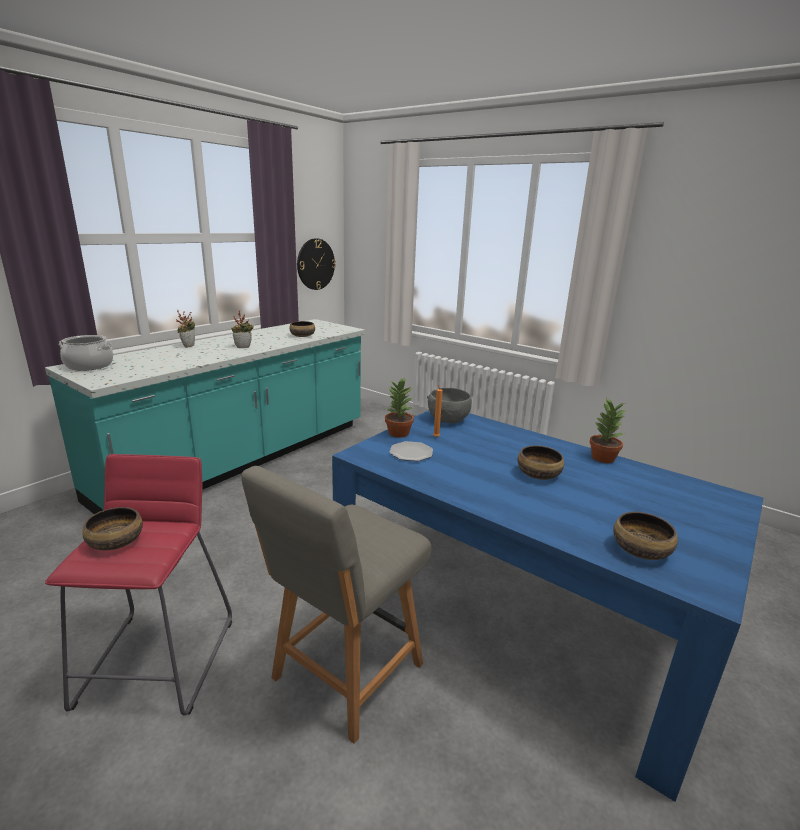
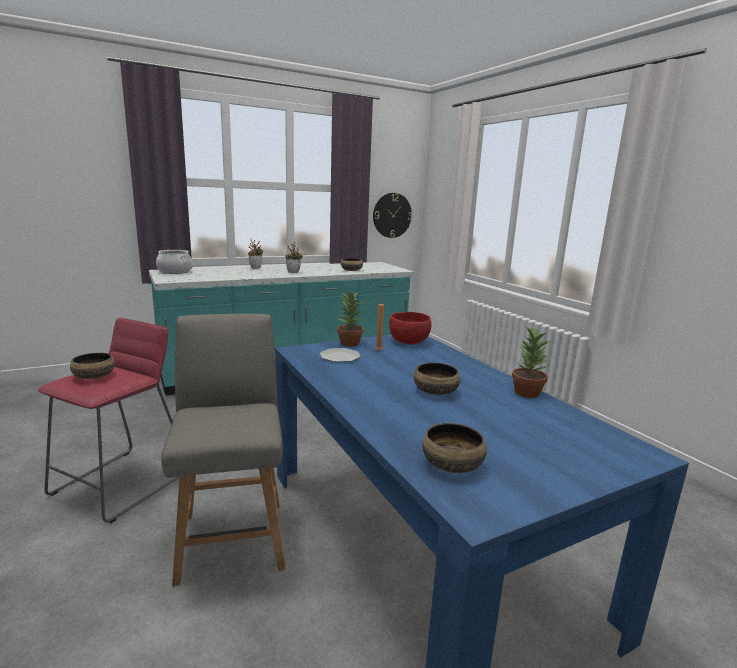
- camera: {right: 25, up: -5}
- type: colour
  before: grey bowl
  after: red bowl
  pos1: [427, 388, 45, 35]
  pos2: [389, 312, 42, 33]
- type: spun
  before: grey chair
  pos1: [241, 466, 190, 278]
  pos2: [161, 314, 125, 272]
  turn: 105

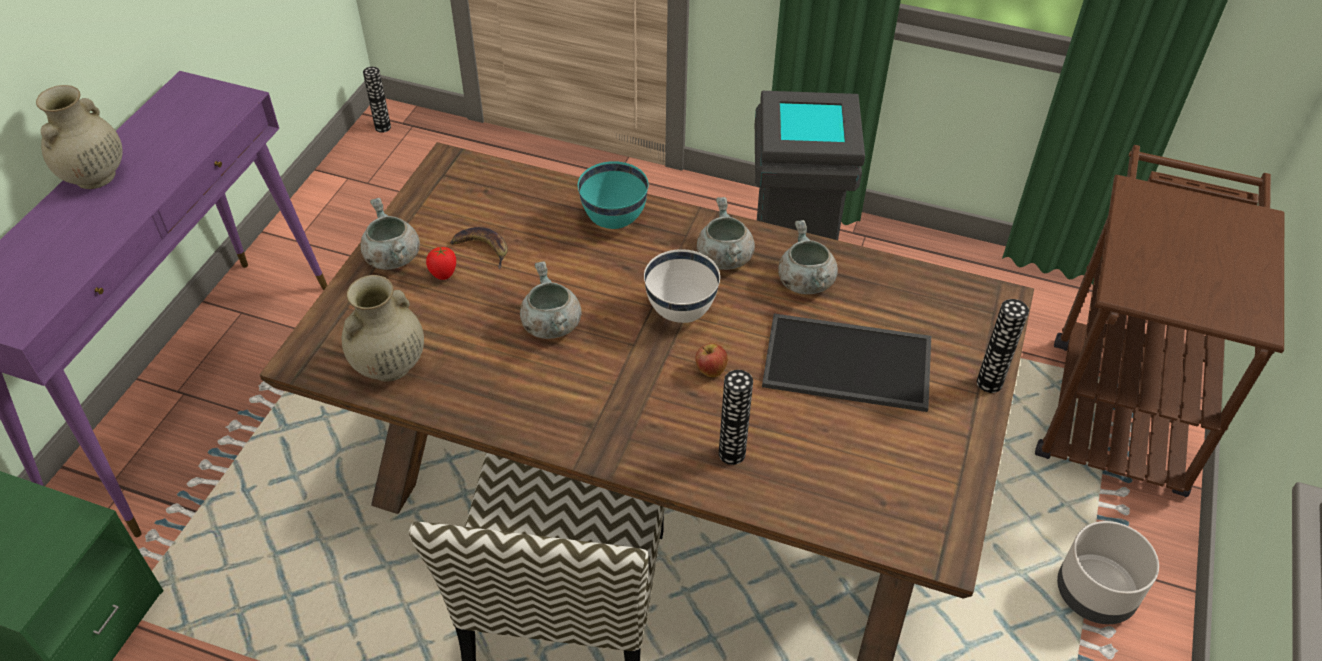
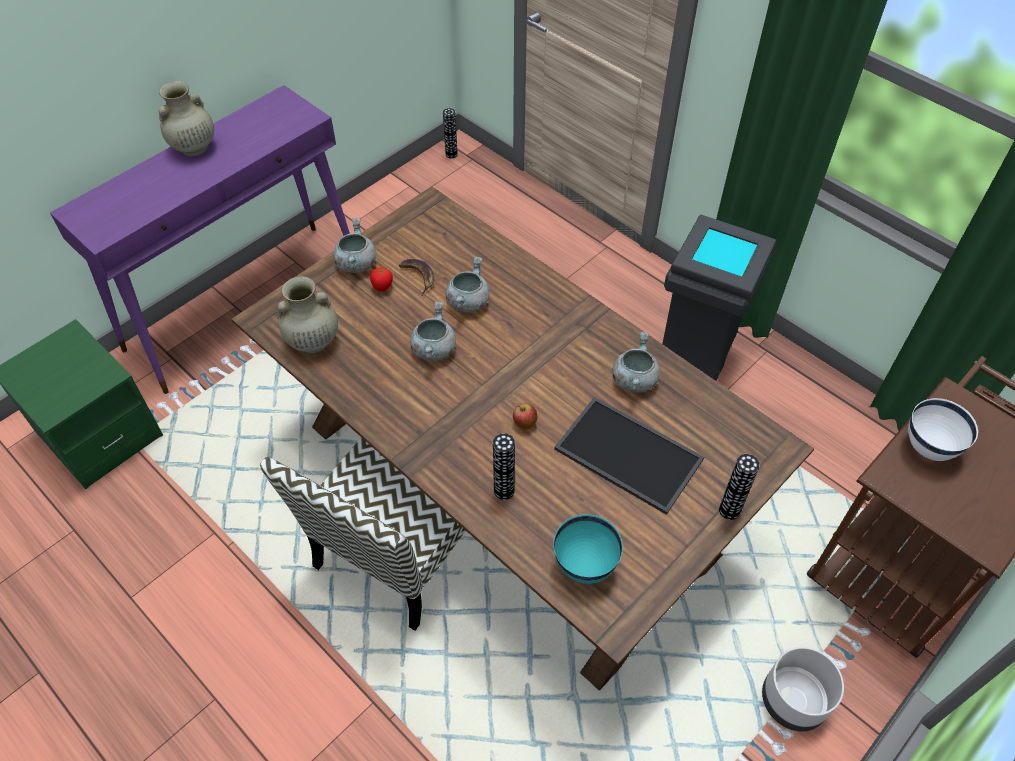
- camera: {right: 25, up: 5}
- type: relocated
  before: turquoise bowl
  pos1: [578, 161, 71, 68]
  pos2: [553, 514, 70, 70]
- type: relocated
  before: grey cooking pot
  pos1: [697, 197, 58, 73]
  pos2: [446, 256, 44, 56]
- type: relocated
  before: white bowl
  pos1: [644, 249, 76, 74]
  pos2: [908, 398, 70, 63]

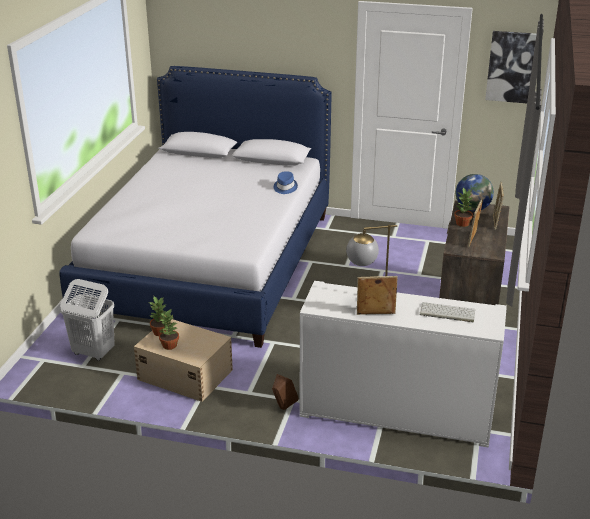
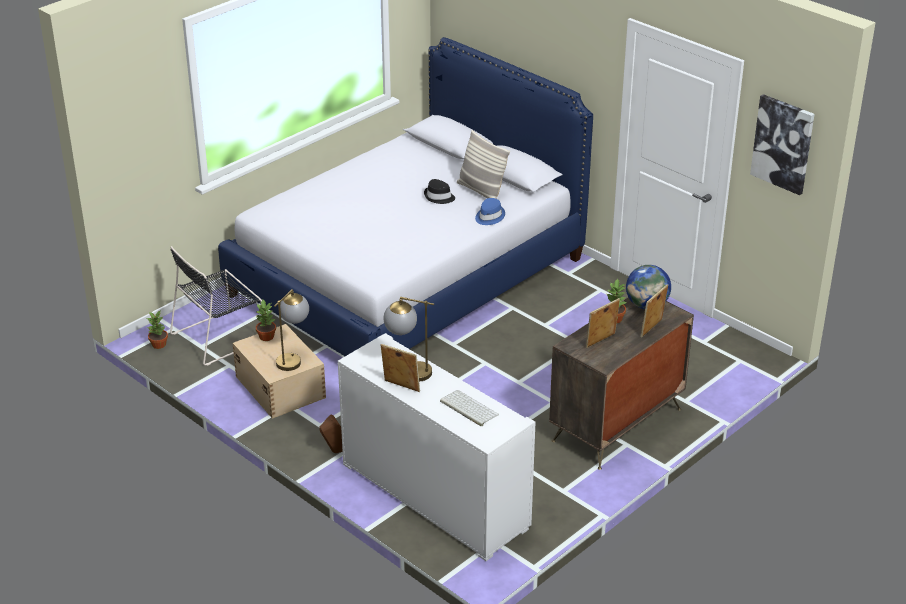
- camera: {right: 30, up: 5}
- type: exchanged
  before: white laundry basket
  after: black chair
  pos1: [60, 279, 55, 82]
  pos2: [170, 246, 92, 120]
- type: relocated
  before: potted plant
  pos1: [159, 308, 20, 42]
  pos2: [148, 311, 20, 38]
- type: appeared
  after: pillow
  pos2: [457, 130, 53, 68]
- type: appeared
  after: black hat
  pos2: [424, 179, 31, 25]
- type: appeared
  after: table lamp
  pos2: [274, 289, 35, 82]

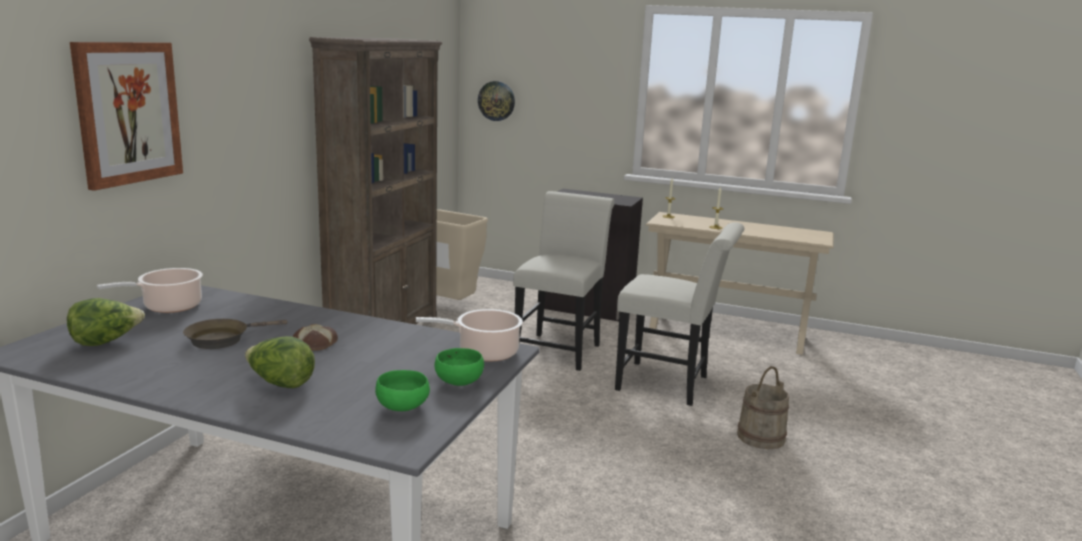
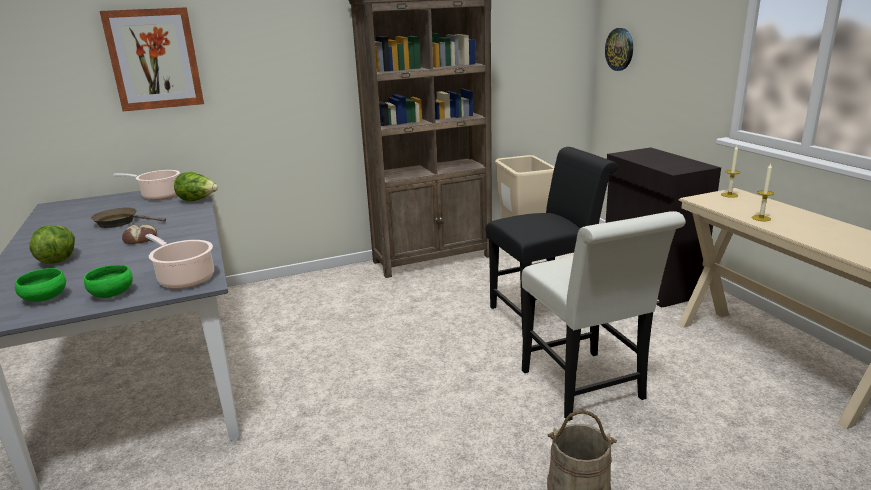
- camera: {right: 50, up: 5}
- type: colour
  before: white chair
  after: black chair
  pos1: [513, 191, 102, 180]
  pos2: [486, 147, 132, 190]
- type: relocated
  before: lettuce
  pos1: [67, 298, 78, 48]
  pos2: [174, 172, 44, 30]

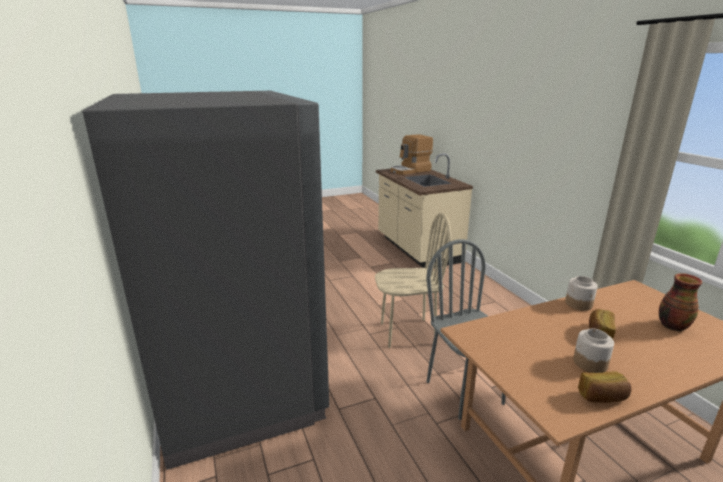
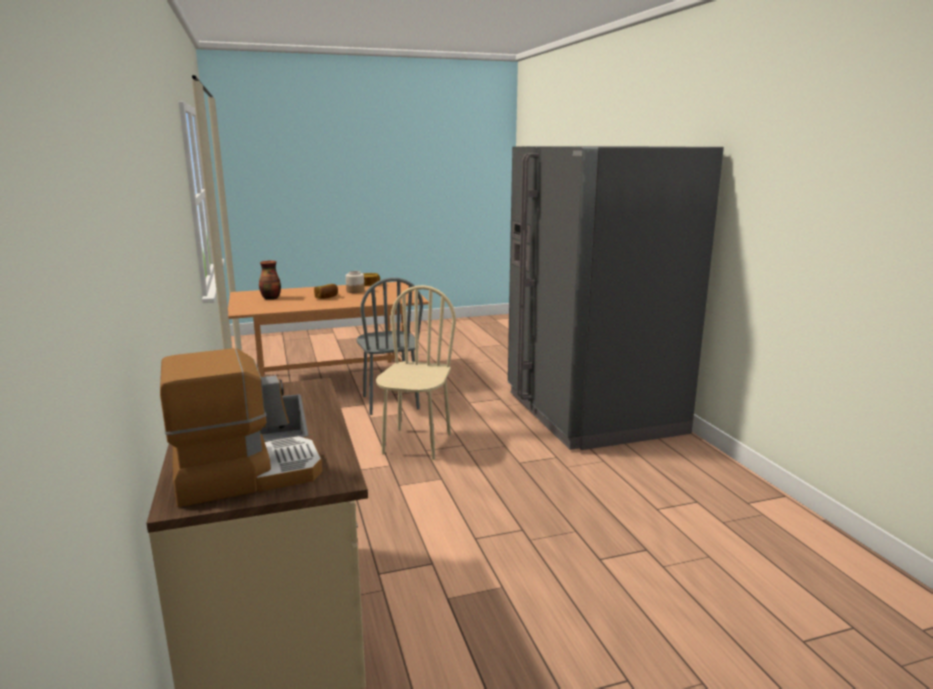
- camera: {right: -175, up: -5}
- type: spun
  before: beige chair
  pos1: [375, 212, 76, 136]
  pos2: [376, 285, 80, 175]
  turn: 105
- type: missing
  before: jar
  pos1: [565, 276, 33, 35]

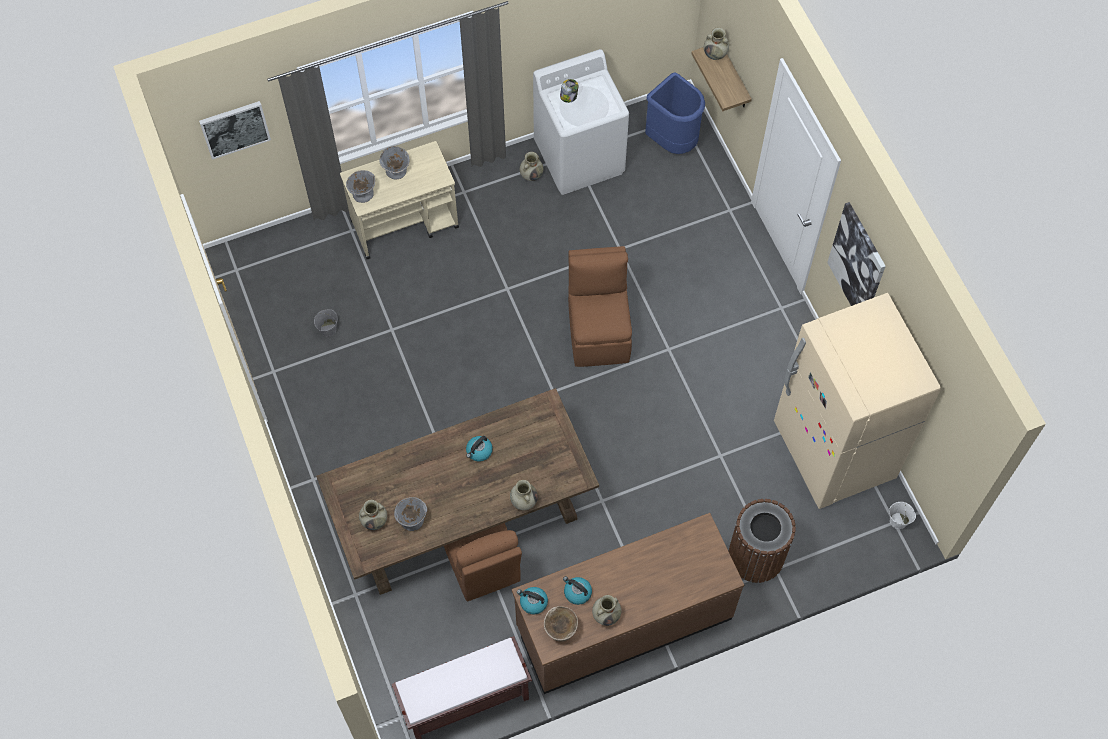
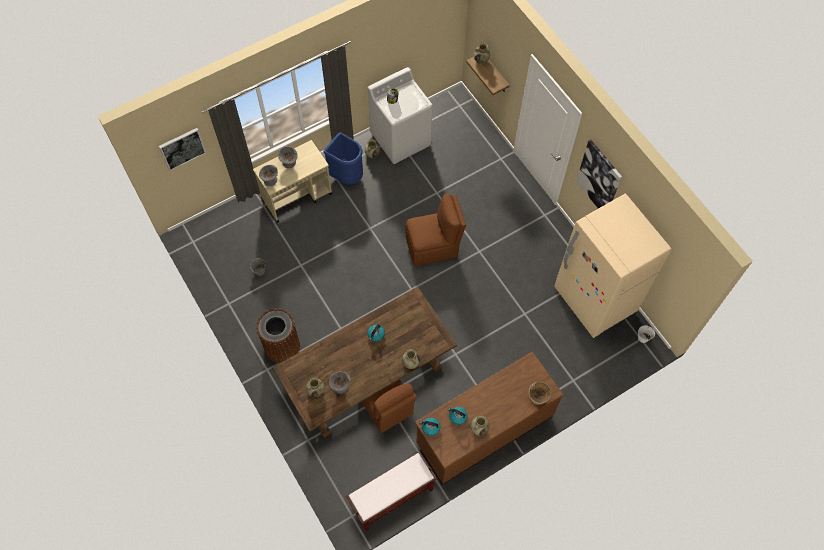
- camera: {right: -10, up: 0}
- type: relocated
  before: blue trash can
  pos1: [645, 72, 60, 82]
  pos2: [324, 133, 39, 52]
- type: spun
  before: brown chair
  pos1: [568, 246, 64, 121]
  pos2: [406, 194, 60, 73]
  turn: 90
- type: relocated
  before: brown trash can
  pos1: [729, 499, 67, 84]
  pos2: [256, 308, 44, 55]
- type: relocated
  before: beige bowl
  pos1: [544, 606, 34, 36]
  pos2: [529, 382, 22, 23]

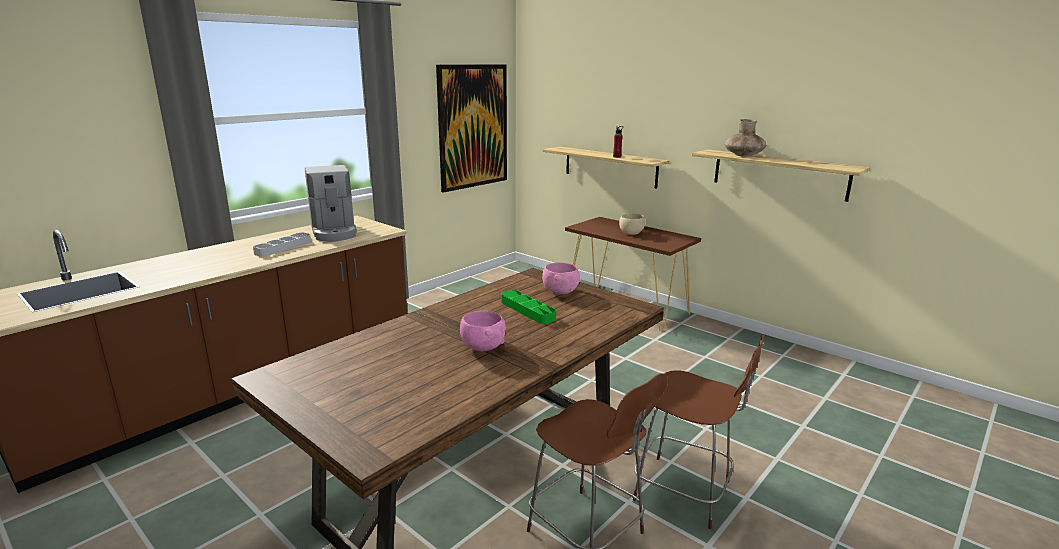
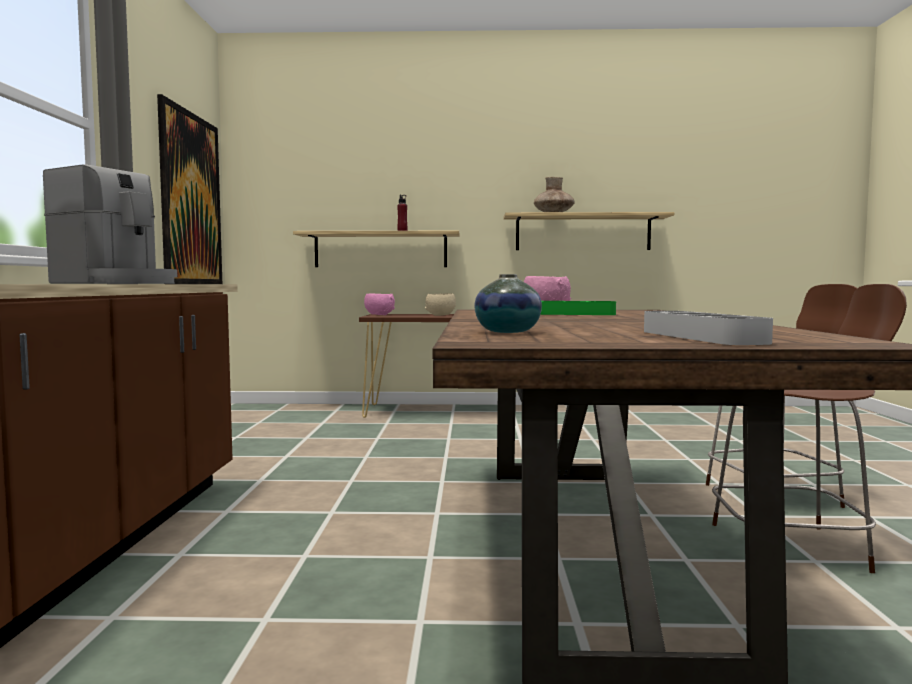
- camera: {right: -40, up: -15}
- type: relocated
  before: grey tray
  pos1: [253, 232, 58, 25]
  pos2: [644, 311, 129, 34]
- type: relocated
  before: pink bowl
  pos1: [460, 311, 46, 40]
  pos2: [364, 293, 31, 22]
- type: appeared
  after: vase
  pos2: [474, 274, 68, 59]

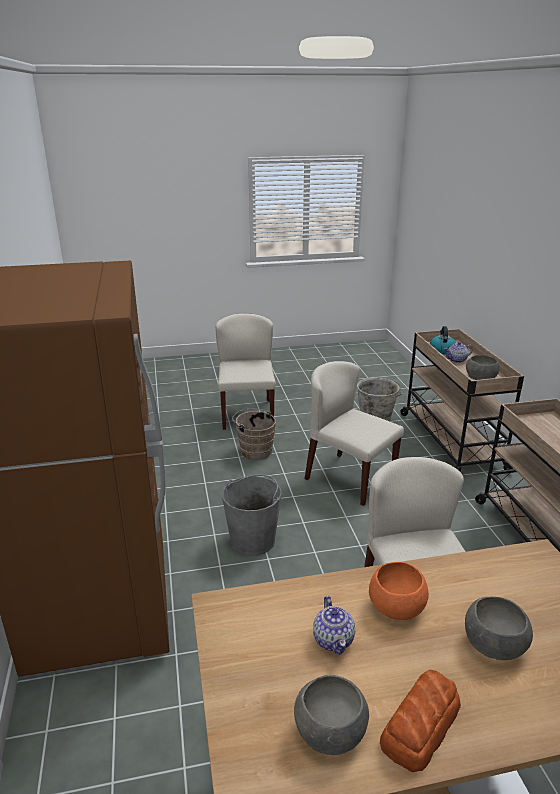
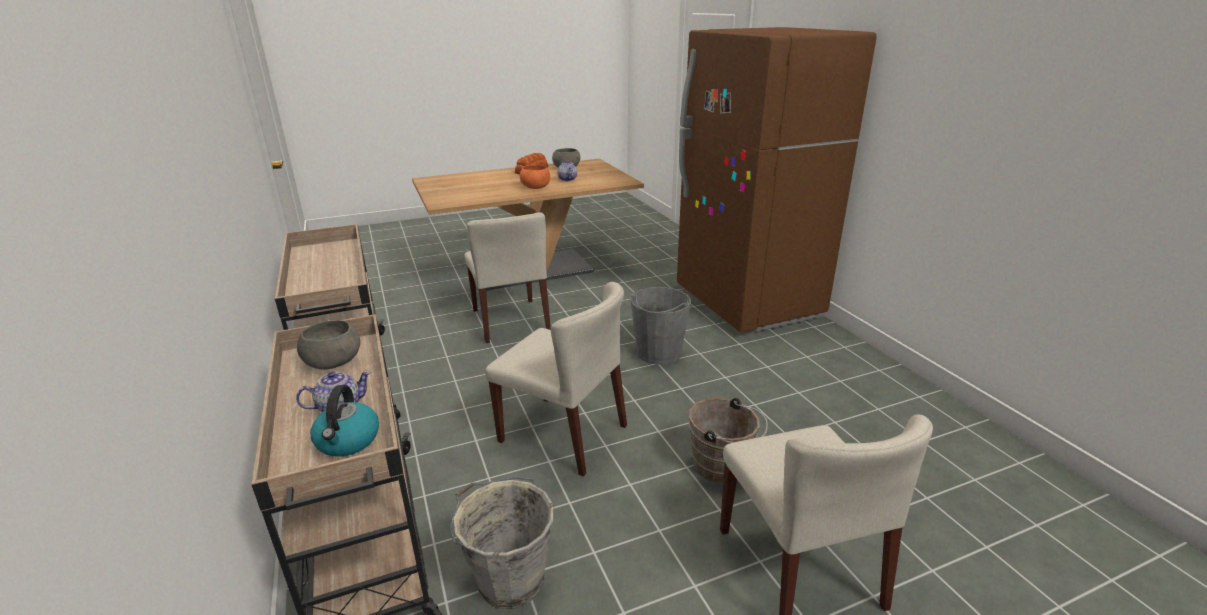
- camera: {right: 170, up: 0}
- type: missing
  before: grey bowl
  pos1: [465, 596, 68, 64]

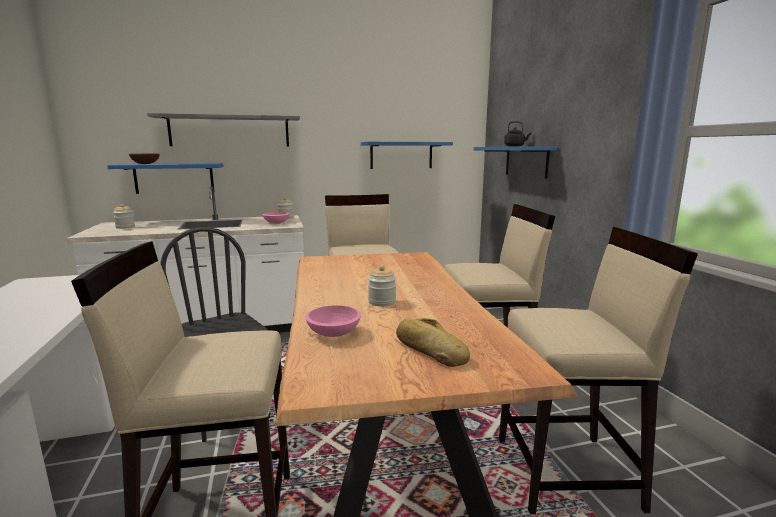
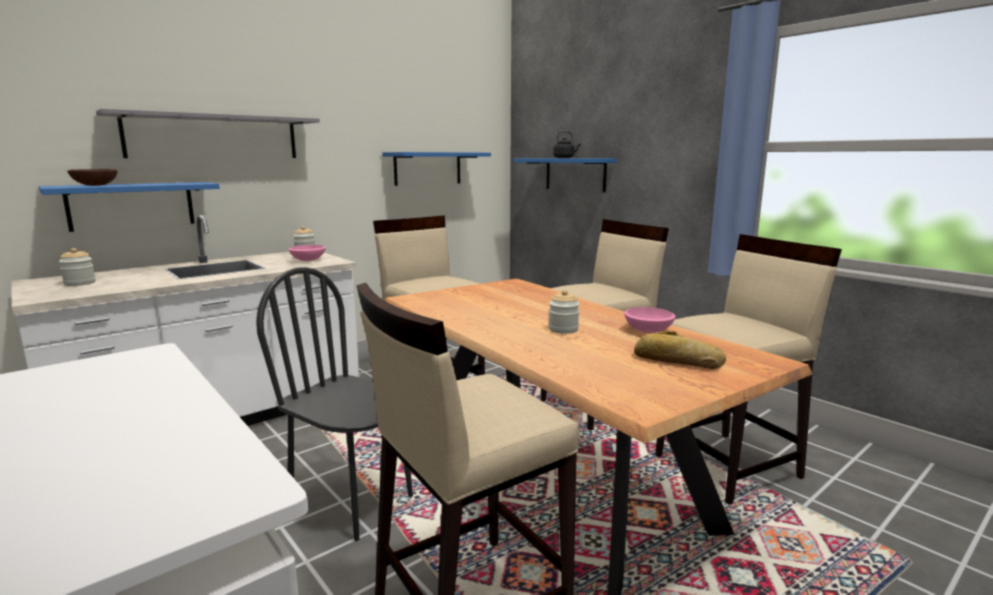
- camera: {right: -25, up: 0}
- type: relocated
  before: pink bowl
  pos1: [305, 305, 56, 32]
  pos2: [624, 307, 51, 26]

